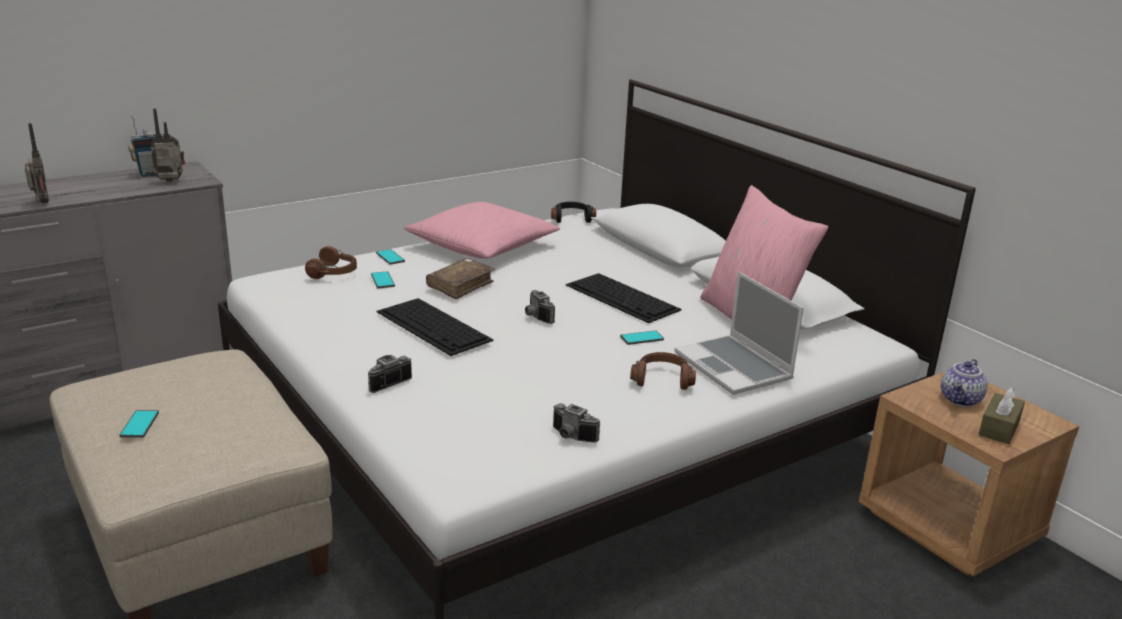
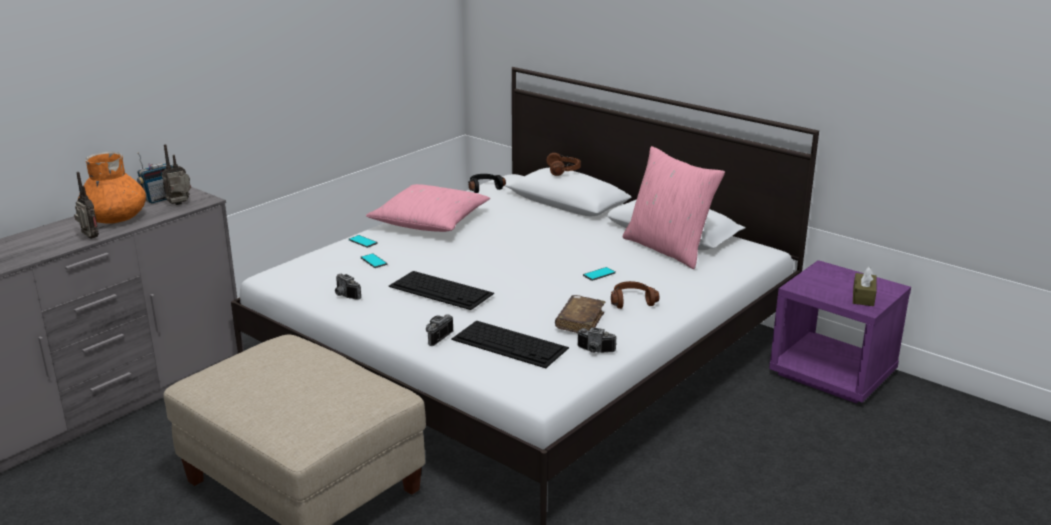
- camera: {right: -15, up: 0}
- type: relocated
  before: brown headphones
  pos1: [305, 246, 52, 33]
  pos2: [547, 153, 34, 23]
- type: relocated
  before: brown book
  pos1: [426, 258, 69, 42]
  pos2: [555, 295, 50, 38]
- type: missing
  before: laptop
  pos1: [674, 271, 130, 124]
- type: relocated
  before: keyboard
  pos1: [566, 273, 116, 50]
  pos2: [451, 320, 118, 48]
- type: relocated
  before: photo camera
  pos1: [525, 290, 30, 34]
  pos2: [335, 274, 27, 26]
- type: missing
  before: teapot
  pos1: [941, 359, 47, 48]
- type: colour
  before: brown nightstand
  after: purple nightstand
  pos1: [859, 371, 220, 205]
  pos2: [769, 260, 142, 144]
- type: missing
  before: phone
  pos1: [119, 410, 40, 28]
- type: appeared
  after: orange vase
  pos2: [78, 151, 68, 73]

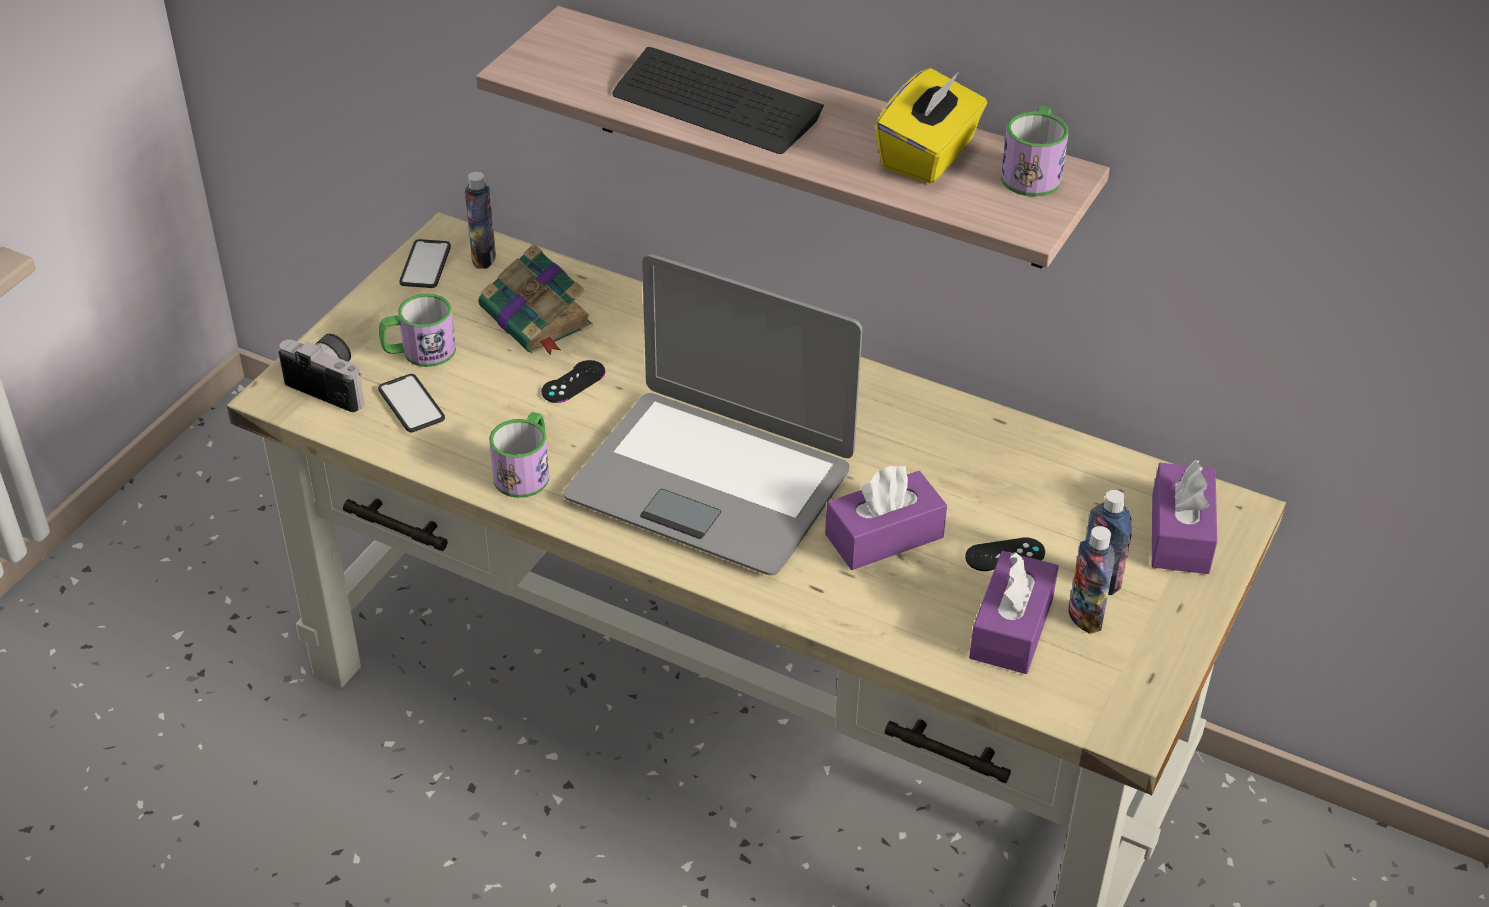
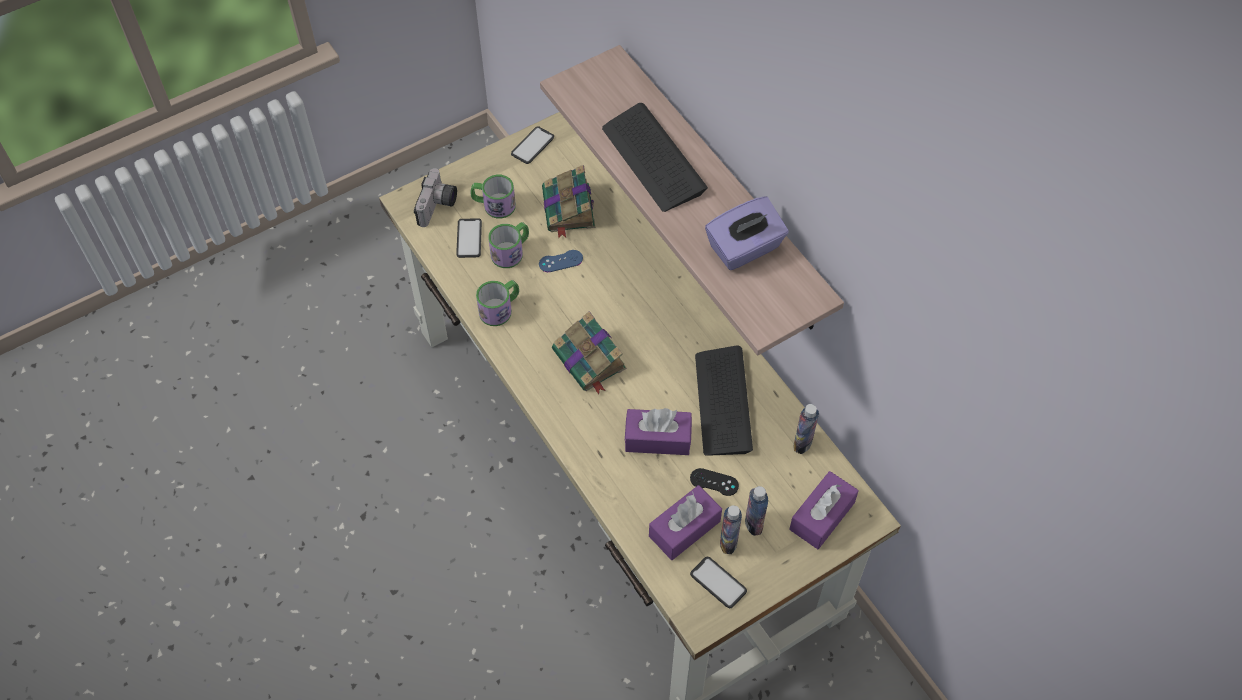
- camera: {right: 30, up: 15}
- type: colour
  before: yellow tissue box
  after: purple tissue box
  pos1: [875, 68, 112, 116]
  pos2: [705, 196, 84, 74]
- type: relocated
  before: mug
  pos1: [1001, 106, 67, 91]
  pos2: [488, 222, 41, 46]
- type: relocated
  before: bottle
  pos1: [465, 172, 31, 97]
  pos2: [793, 404, 26, 50]
- type: exchanged
  before: laptop
  after: book
  pos1: [563, 254, 299, 321]
  pos2: [552, 312, 74, 82]
- type: spun
  before: photo camera
  pos1: [279, 334, 85, 78]
  pos2: [414, 168, 43, 59]
  turn: 45
- type: colour
  before: black game controller
  after: blue game controller
  pos1: [541, 360, 64, 43]
  pos2: [539, 250, 44, 22]
- type: appeared
  after: keyboard
  pos2: [695, 346, 58, 110]
- type: appeared
  after: phone
  pos2: [690, 557, 57, 51]

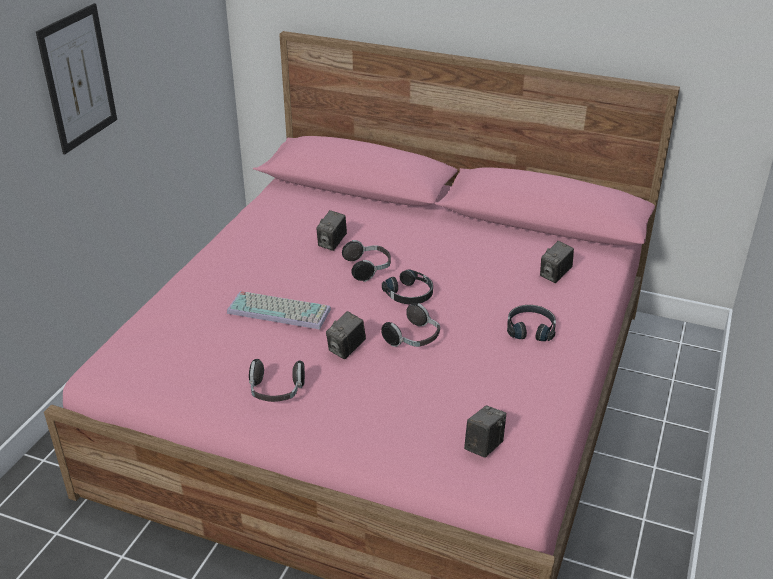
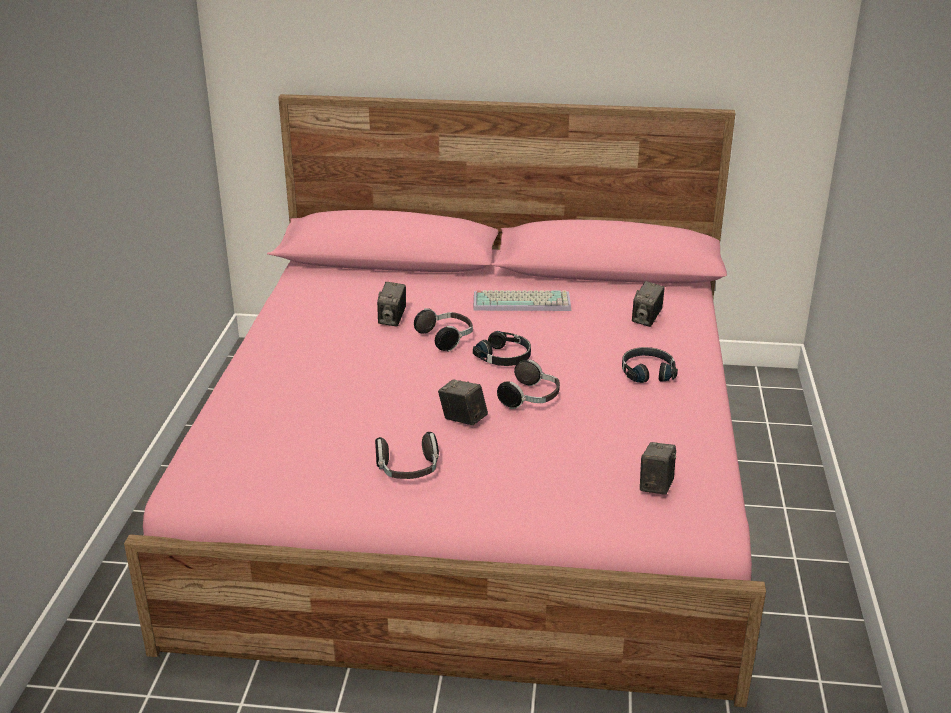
- camera: {right: -15, up: -5}
- type: missing
  before: picture
  pos1: [36, 3, 81, 151]
- type: relocated
  before: keyboard
  pos1: [227, 291, 104, 39]
  pos2: [473, 290, 98, 21]
- type: spun
  before: photo camera
  pos1: [326, 311, 40, 48]
  pos2: [438, 379, 50, 46]
  turn: 105

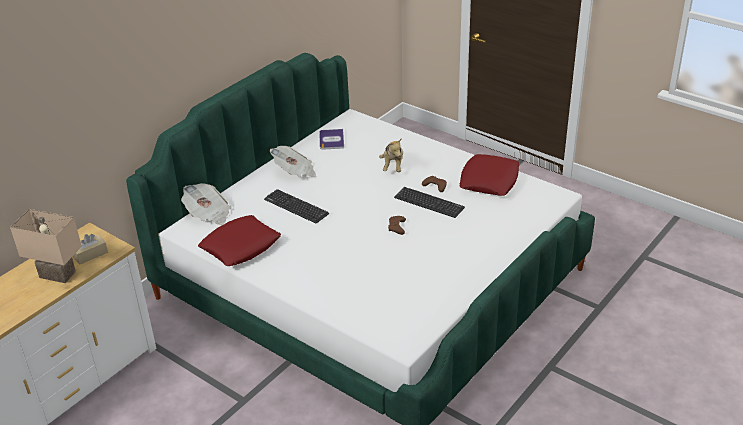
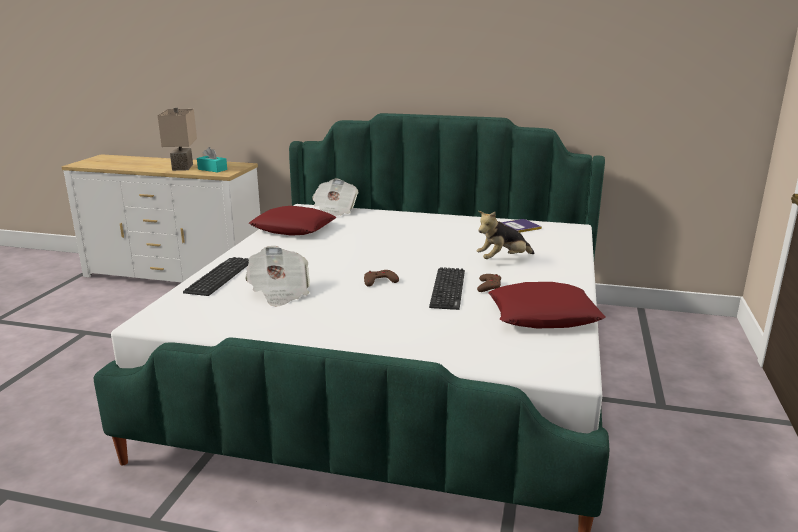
- camera: {right: 65, up: -15}
- type: relocated
  before: newspaper
  pos1: [270, 146, 46, 31]
  pos2: [245, 246, 65, 61]
- type: relocated
  before: keyboard
  pos1: [264, 189, 65, 34]
  pos2: [183, 257, 66, 39]
- type: colour
  before: beige tissue box
  after: turquoise tissue box
  pos1: [73, 234, 35, 31]
  pos2: [197, 147, 30, 26]

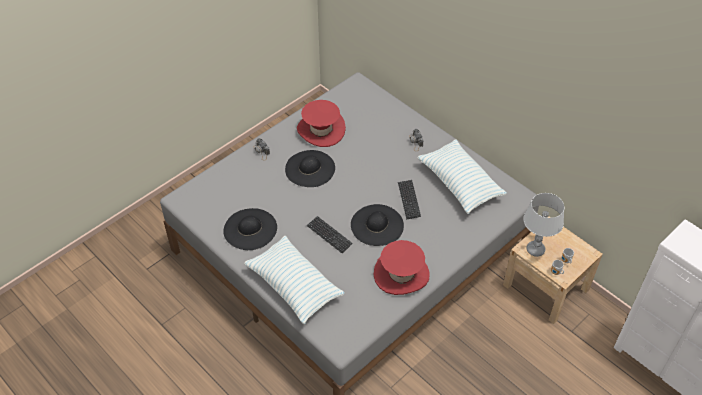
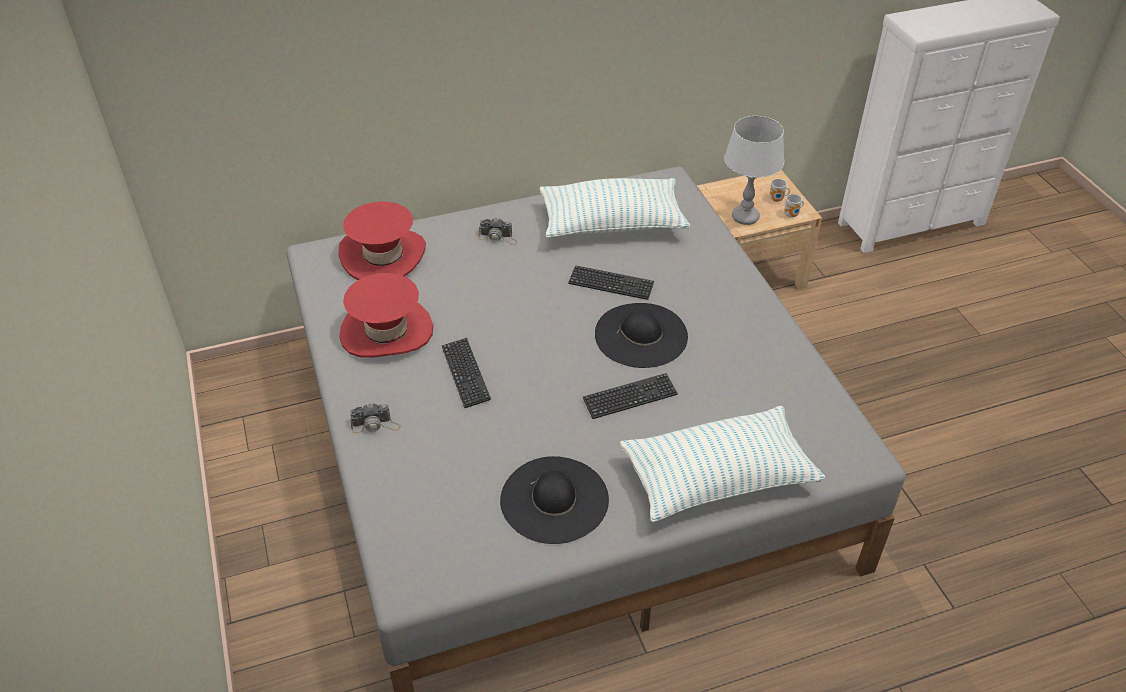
- camera: {right: -65, up: -5}
- type: exchanged
  before: black hat
  after: keyboard
  pos1: [285, 150, 50, 37]
  pos2: [442, 338, 49, 70]
- type: relocated
  before: red hat
  pos1: [373, 240, 57, 55]
  pos2: [338, 201, 88, 79]

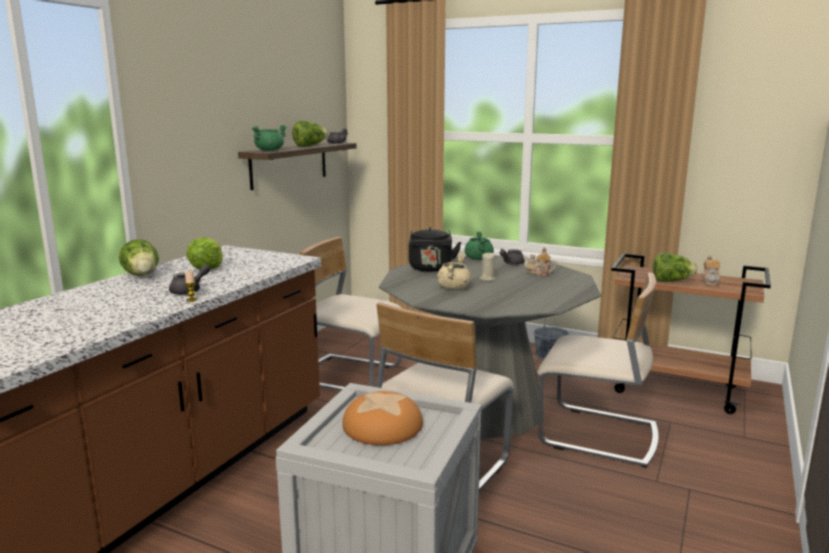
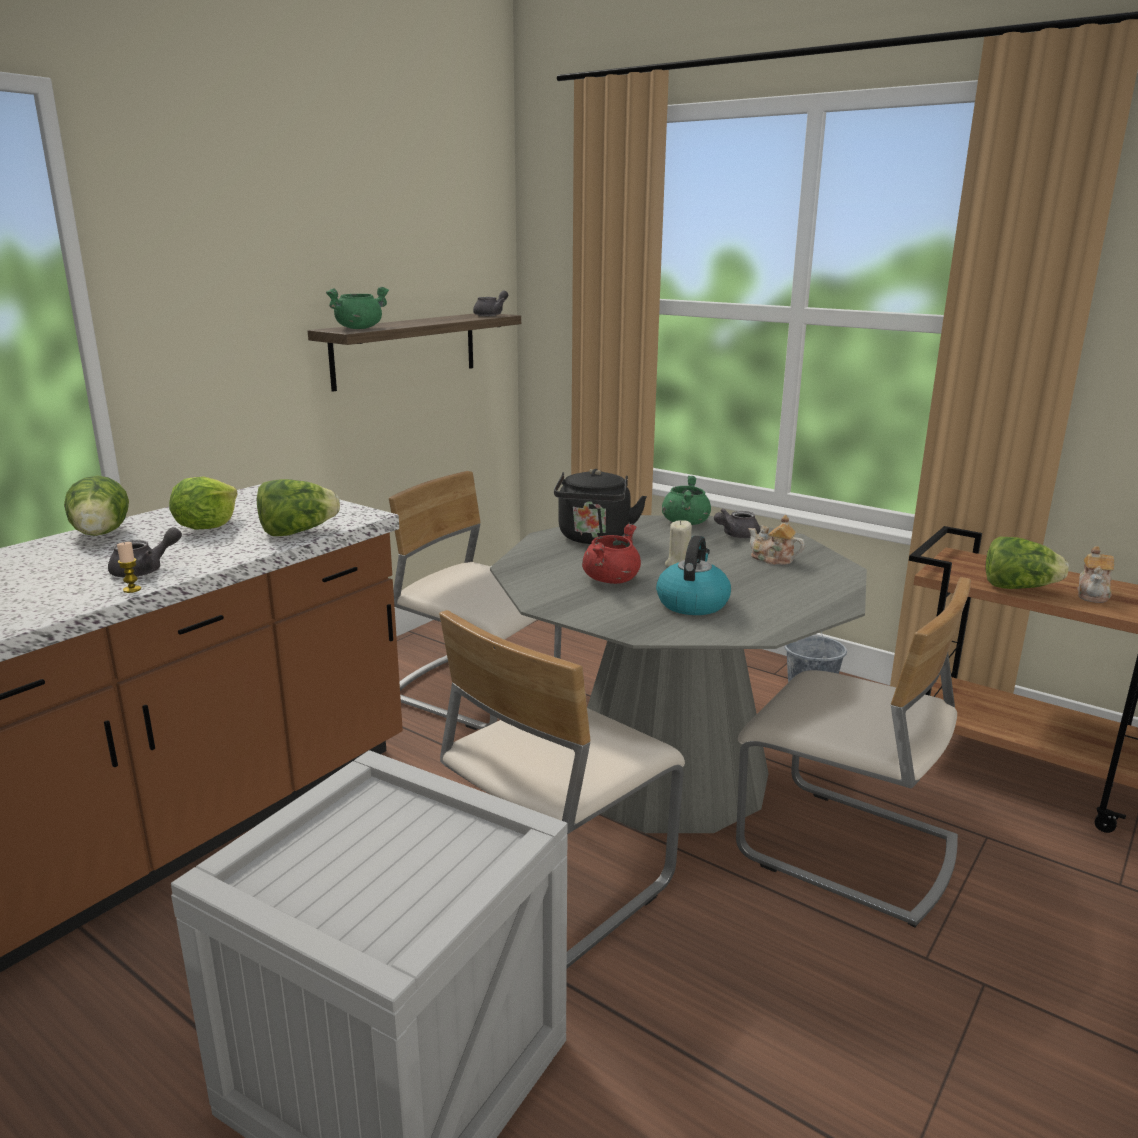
- camera: {right: 10, up: 5}
- type: relocated
  before: lettuce
  pos1: [292, 121, 36, 26]
  pos2: [257, 479, 83, 57]
- type: colour
  before: beige cooking pot
  after: red cooking pot
  pos1: [437, 255, 34, 34]
  pos2: [582, 524, 59, 60]
- type: missing
  before: bread
  pos1: [342, 391, 81, 54]
- type: appeared
  after: kettle
  pos2: [656, 535, 75, 80]

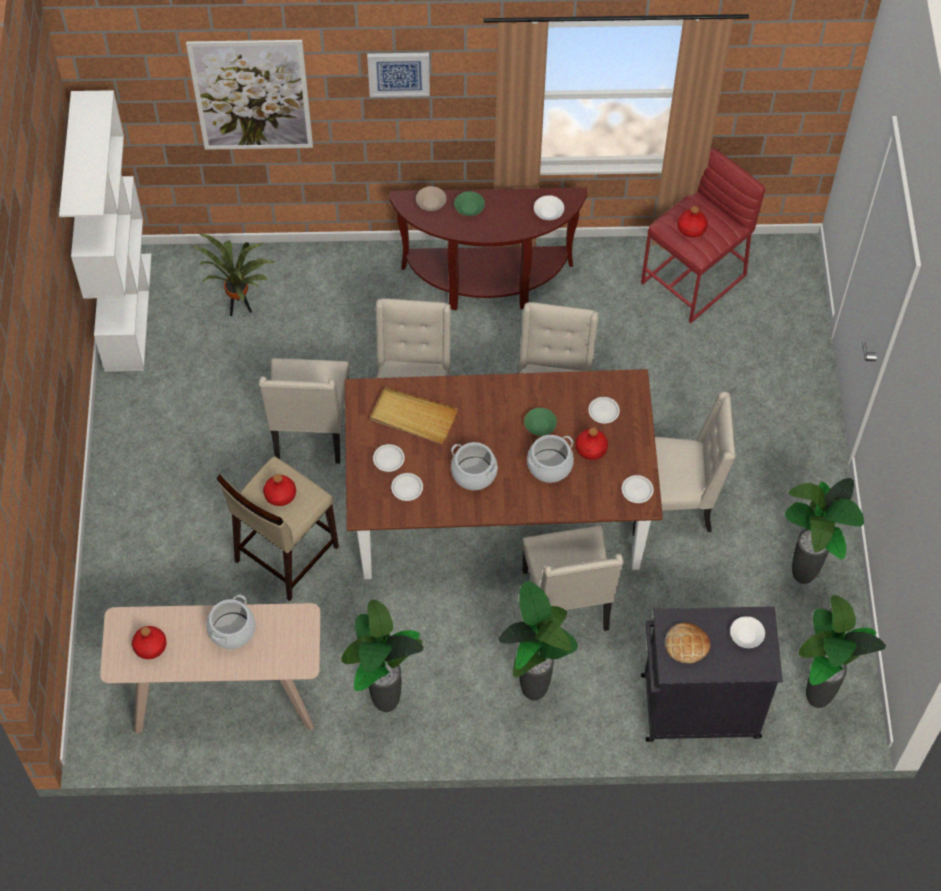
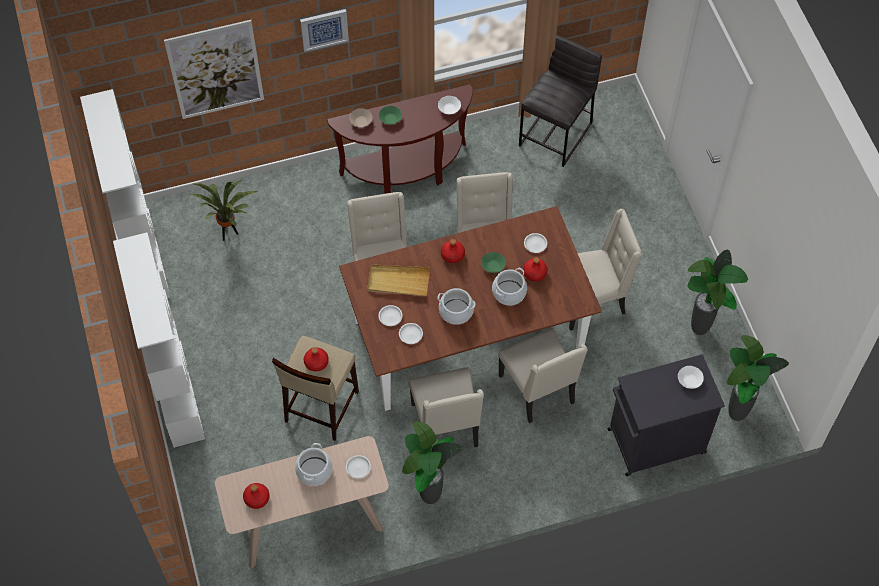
- camera: {right: -15, up: 0}
- type: colour
  before: red stool
  after: grey stool
  pos1: [641, 148, 124, 175]
  pos2: [519, 35, 83, 132]
- type: relocated
  before: red bottle
  pos1: [677, 206, 31, 32]
  pos2: [441, 239, 24, 24]
- type: relocated
  before: beige chair
  pos1: [259, 358, 90, 106]
  pos2: [409, 367, 75, 80]
- type: relocated
  before: white plate
  pos1: [622, 475, 32, 28]
  pos2: [346, 455, 25, 24]
- type: missing
  before: potted plant
  pos1: [498, 581, 80, 119]
- type: missing
  before: bread
  pos1: [665, 622, 45, 41]
- type: appeared
  after: white bookcase
  pos2: [113, 232, 92, 216]

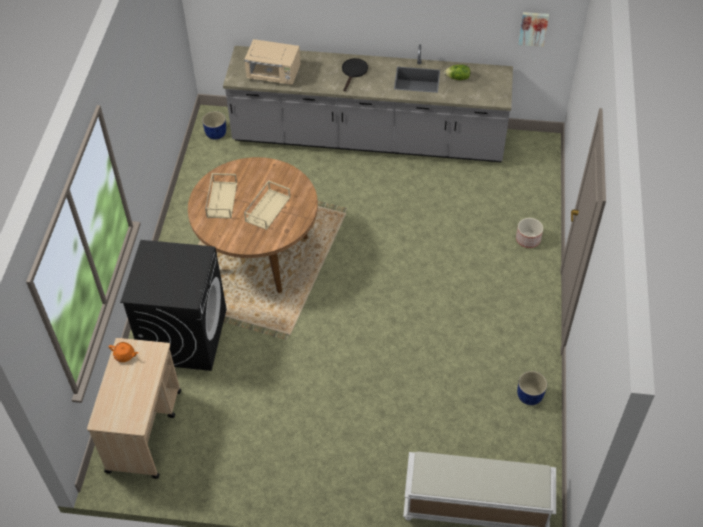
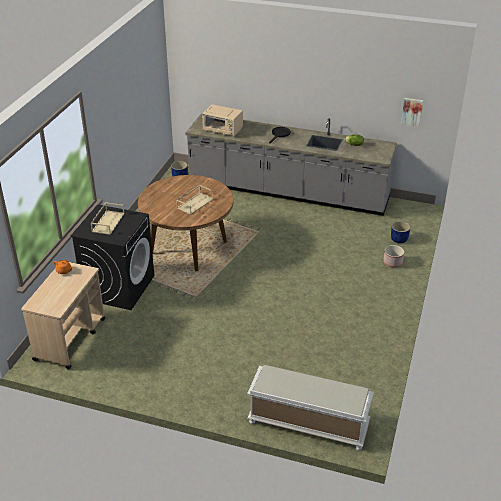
- camera: {right: 10, up: -15}
- type: relocated
  before: beige tray
  pos1: [205, 173, 32, 46]
  pos2: [91, 202, 34, 33]
- type: relocated
  before: blue planter
  pos1: [517, 371, 30, 34]
  pos2: [391, 221, 20, 22]

